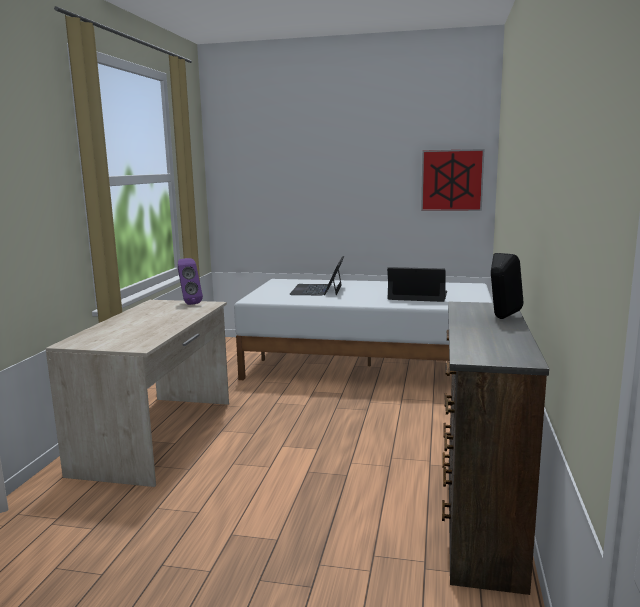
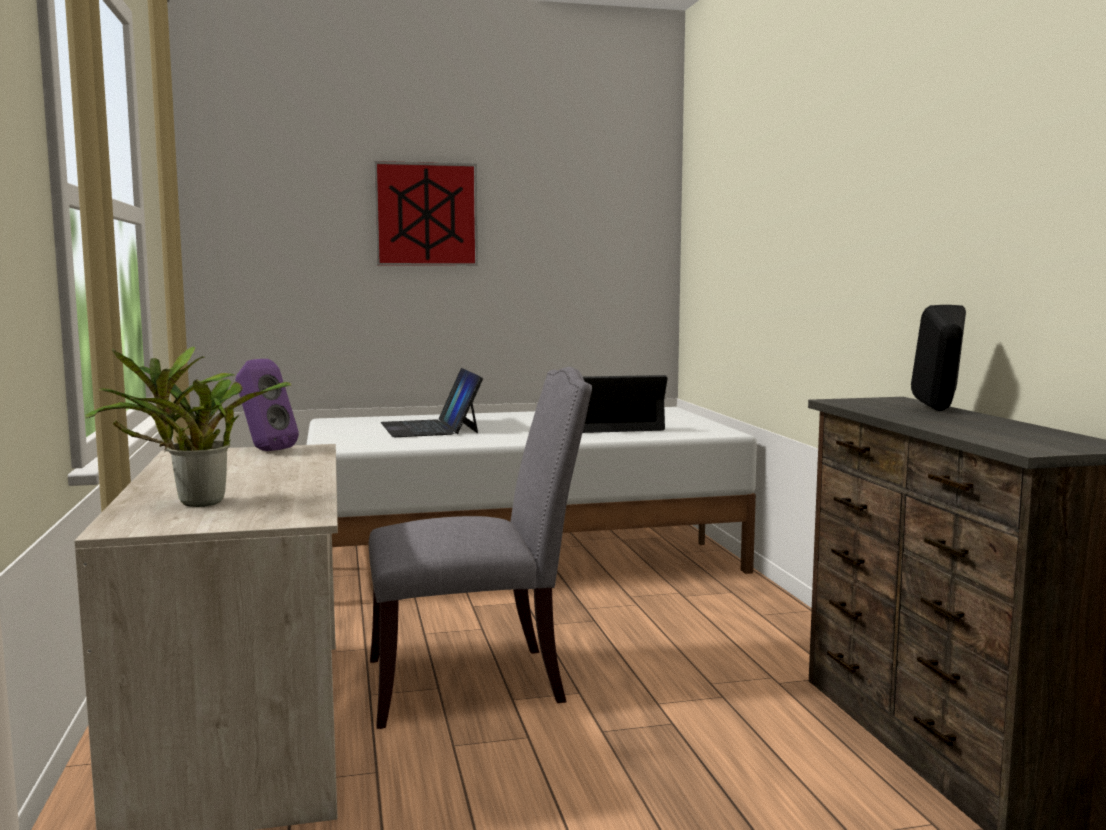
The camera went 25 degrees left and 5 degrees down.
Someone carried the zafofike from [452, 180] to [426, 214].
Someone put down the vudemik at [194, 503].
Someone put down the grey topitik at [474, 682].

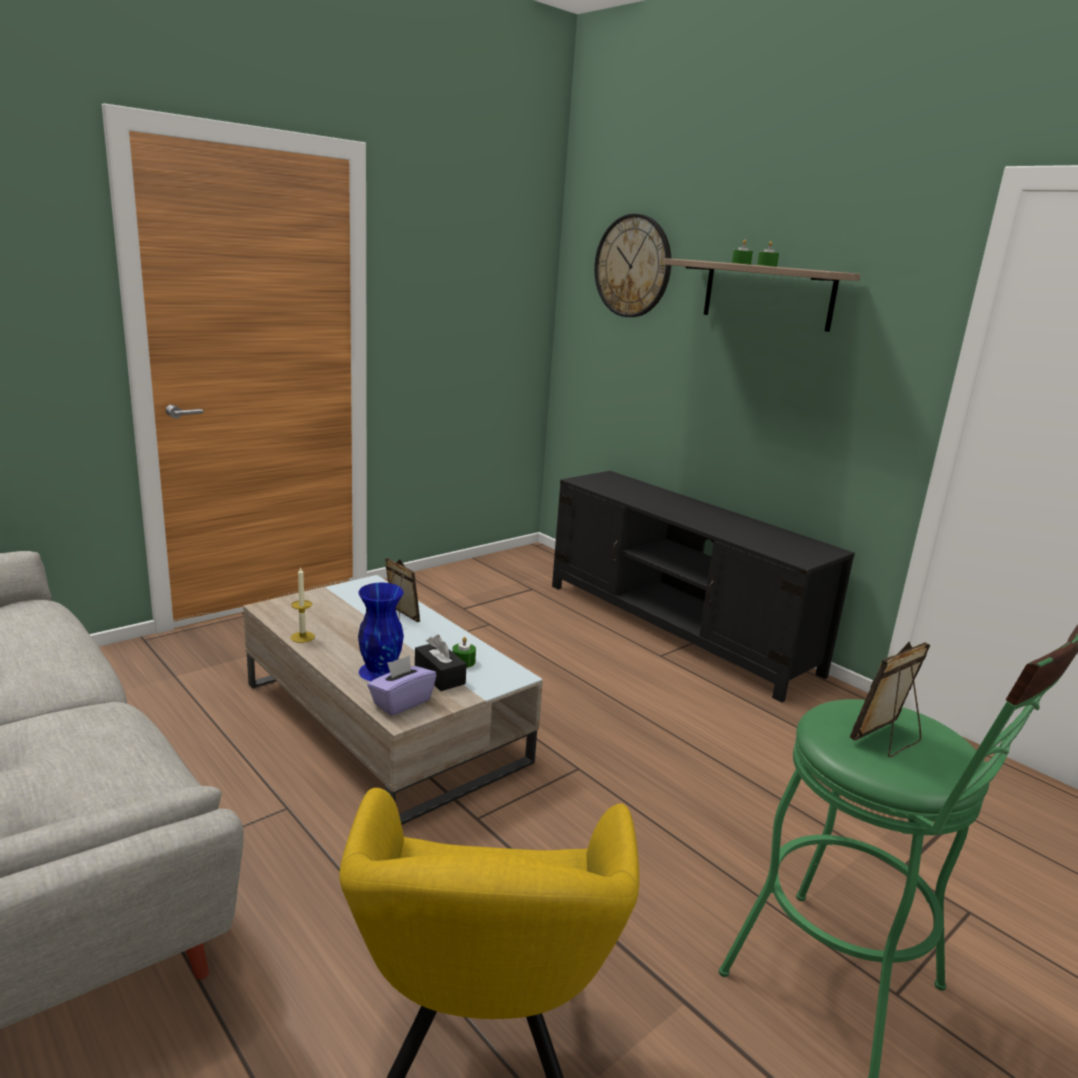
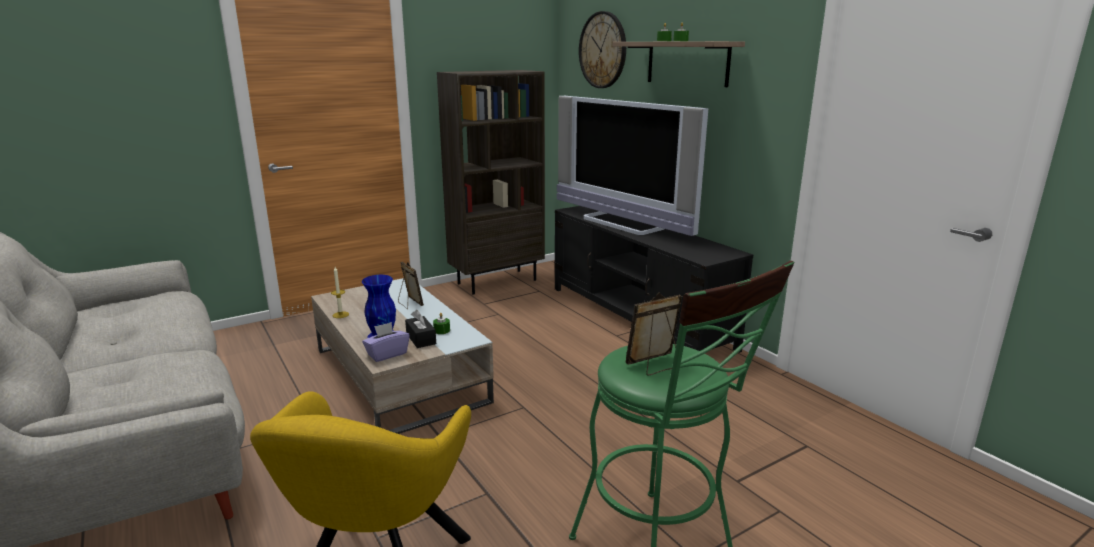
The camera went 10 degrees right and 0 degrees up.
Someone put down the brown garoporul at [497, 281].
Someone put down the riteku at [622, 223].

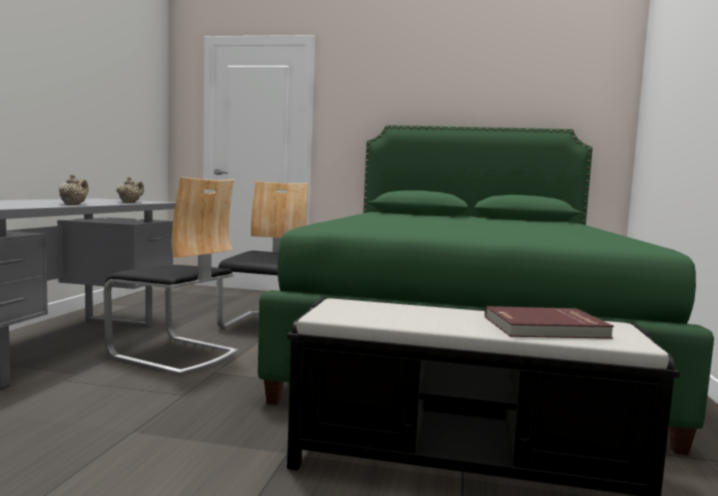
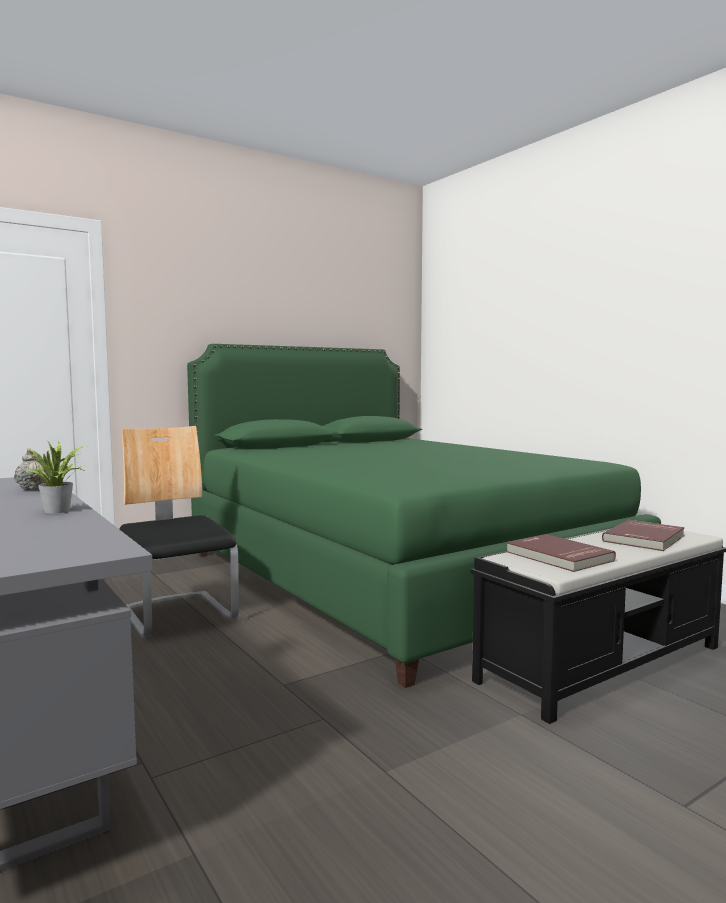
The camera went 45 degrees left and 0 degrees up.
Someone swapped the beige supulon at [73, 204] for the vudemik at [60, 510].
Someone took away the topitik at [174, 354].
Someone put down the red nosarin at [558, 556].

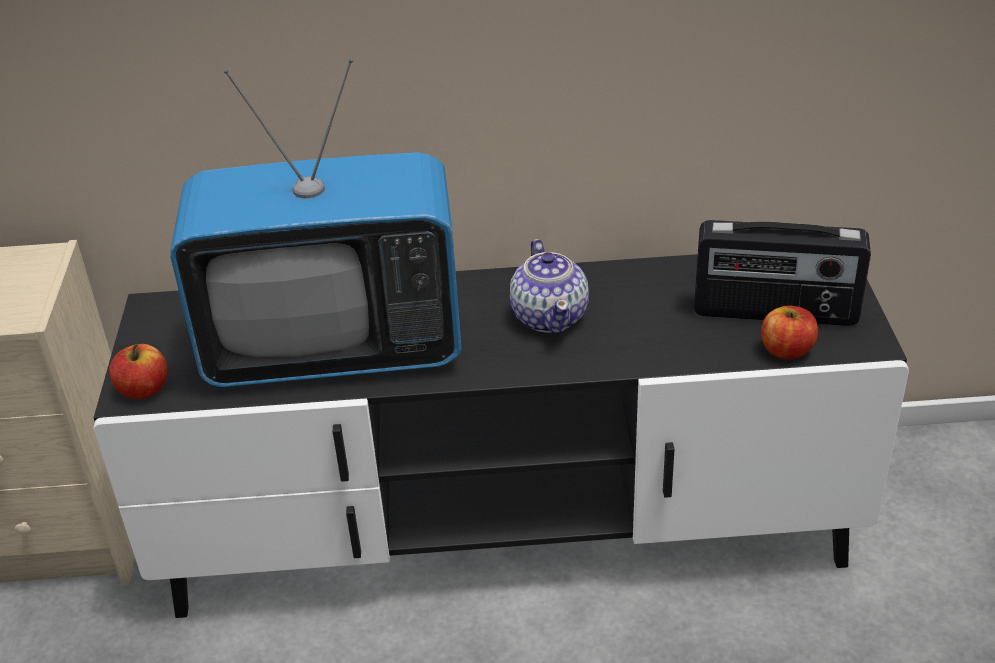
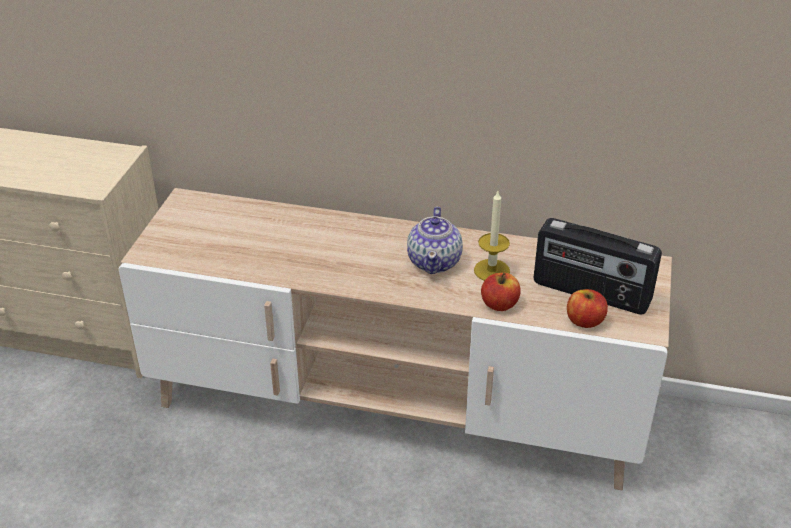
The camera went 15 degrees right and 0 degrees up.
Someone repainted the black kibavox at [508, 530], which became the beige kibavox at [395, 405].
Someone carried the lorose from [144, 390] to [499, 304].
Someone took away the riteku at [335, 348].
Someone put down the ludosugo at [491, 270].

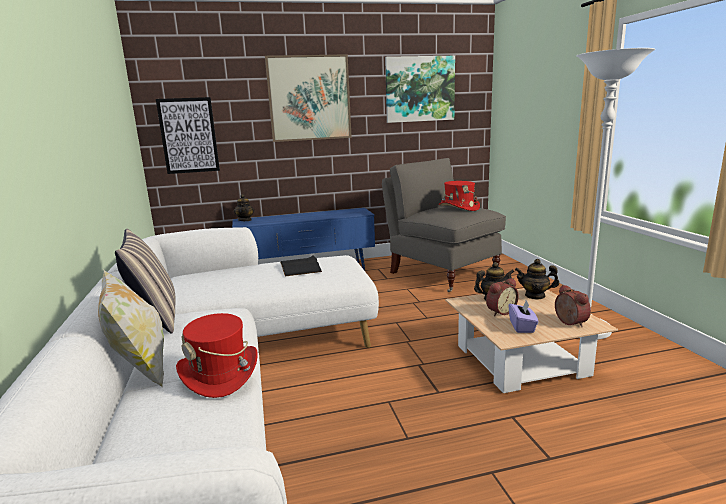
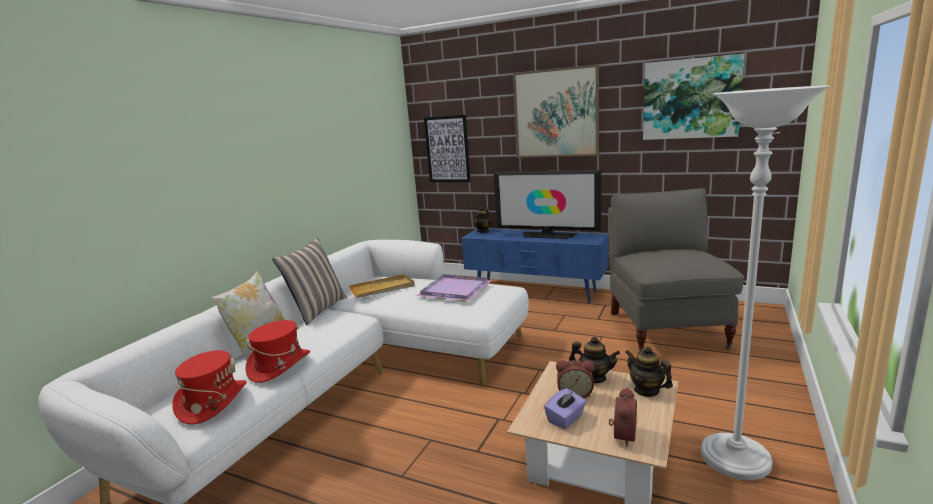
The camera went 40 degrees right and 0 degrees up.
Someone swapped the black nosarin at [300, 267] for the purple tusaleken at [455, 291].
Someone carried the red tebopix from [458, 208] to [212, 402].
Someone put down the beige tusaleken at [382, 288].
Someone put down the riteku at [547, 235].

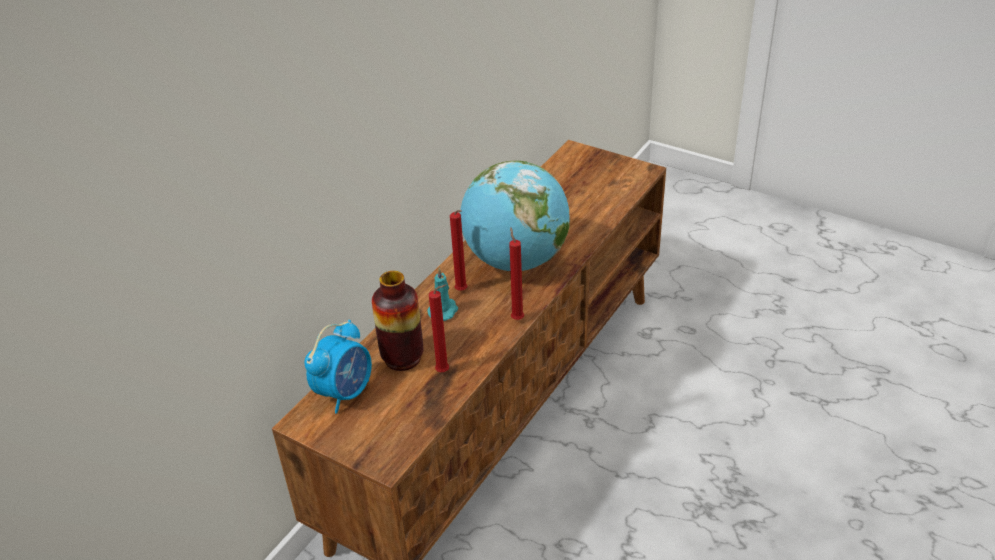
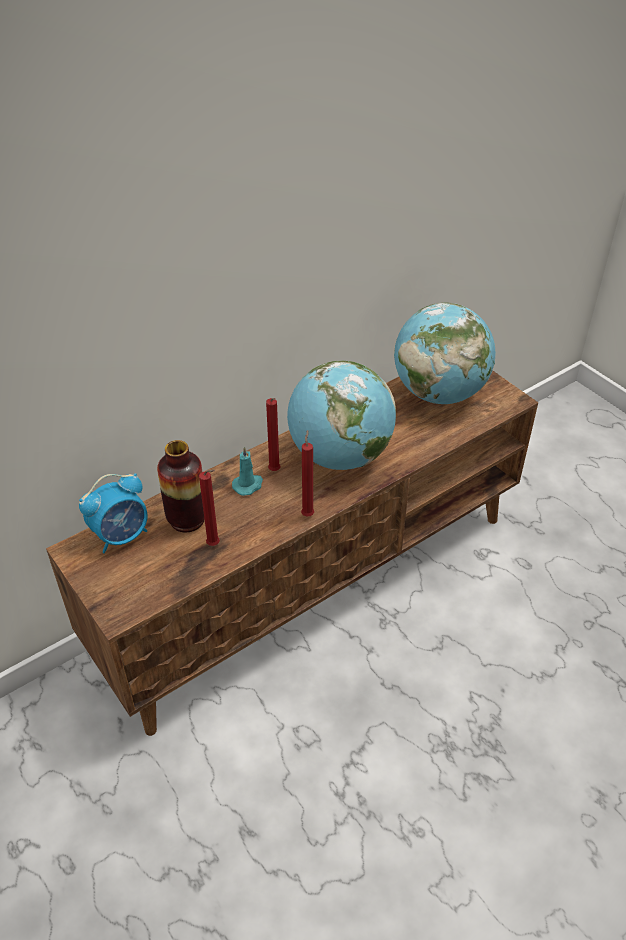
The camera went 20 degrees right and 5 degrees up.
Someone put down the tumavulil at [439, 393].

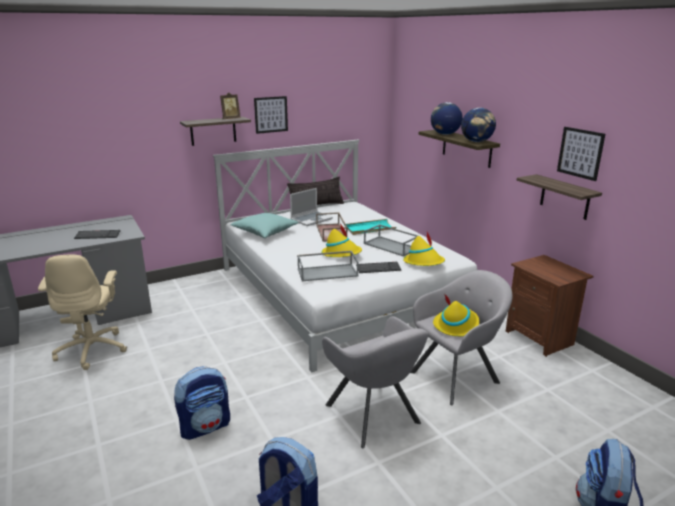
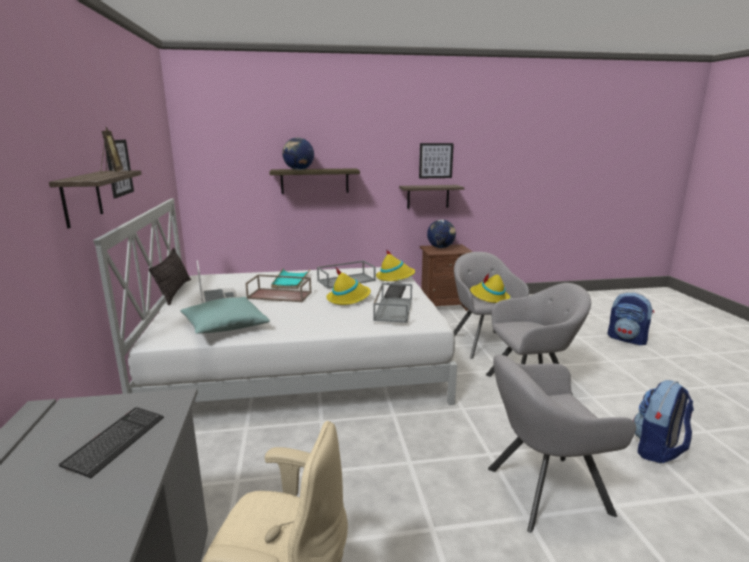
The camera went 70 degrees left and 5 degrees down.
Someone swapped the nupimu at [205, 426] for the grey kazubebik at [542, 491].
Someone carried the tumavulil from [476, 141] to [440, 247].

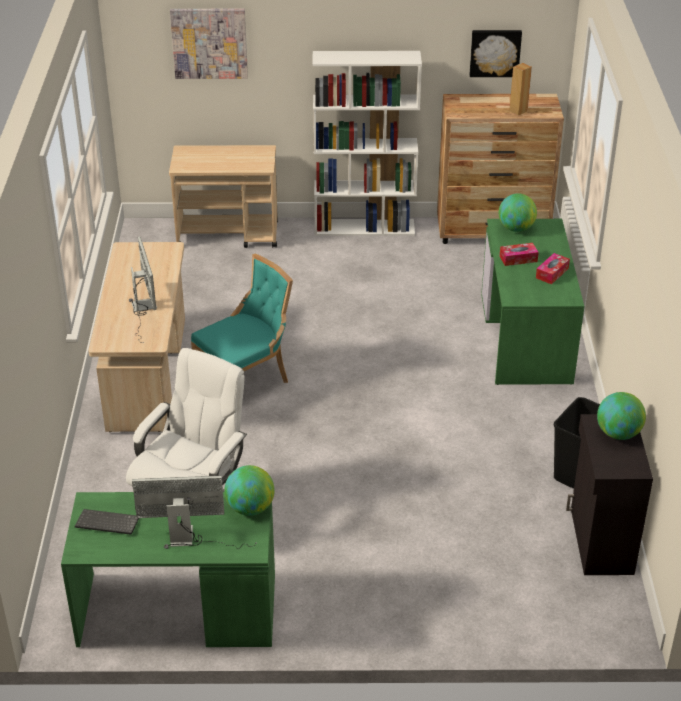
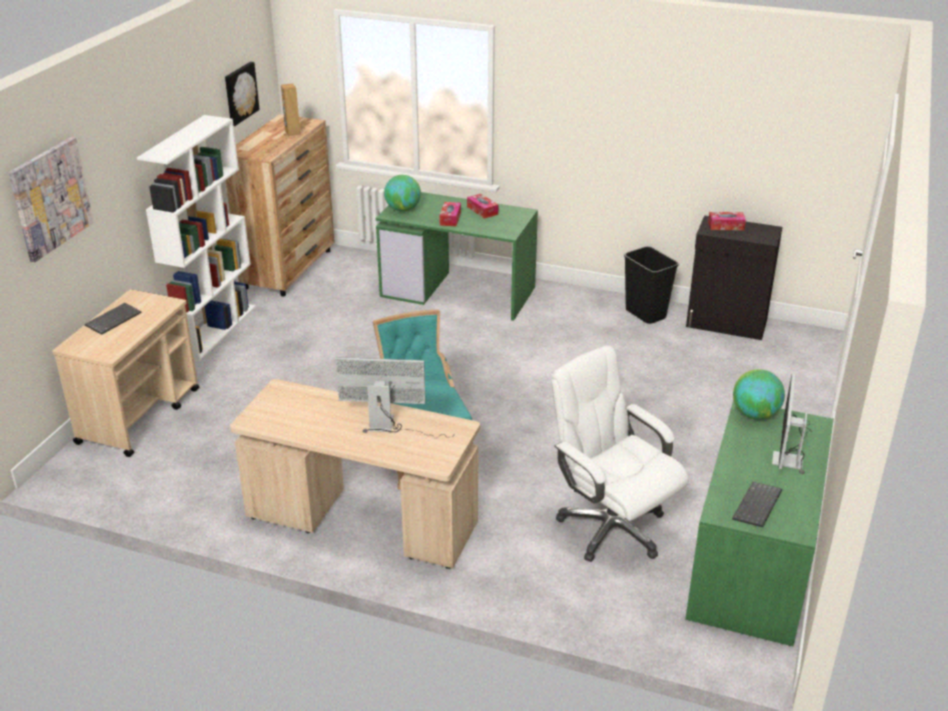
The camera went 70 degrees left and 5 degrees down.
Someone swapped the tumavulil at [618, 433] for the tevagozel at [726, 226].
Someone put down the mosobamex at [113, 319].

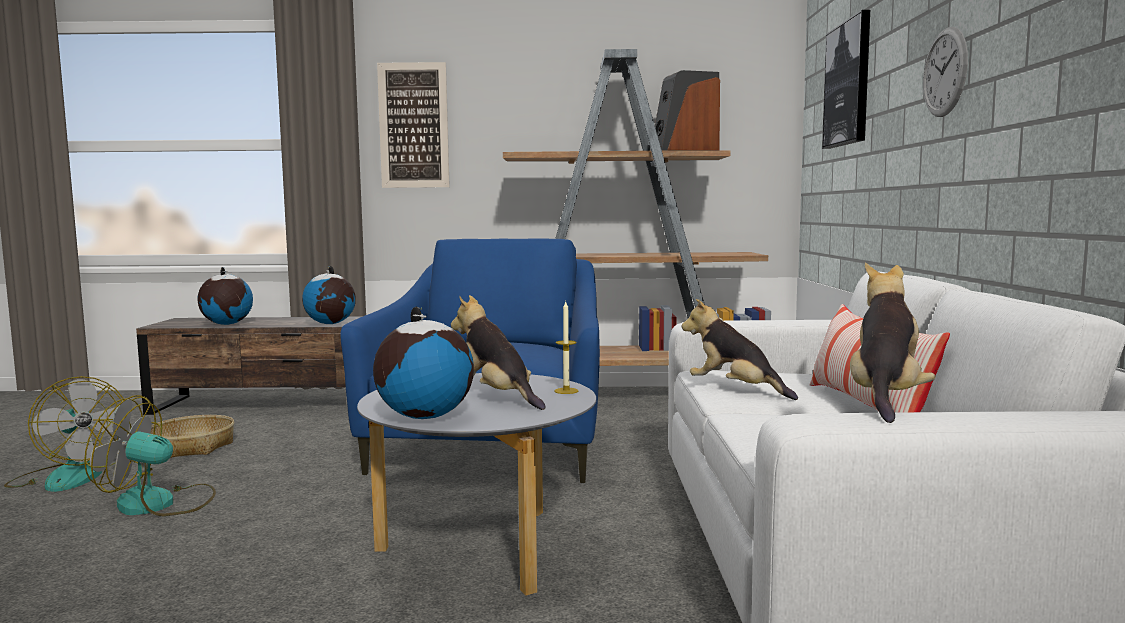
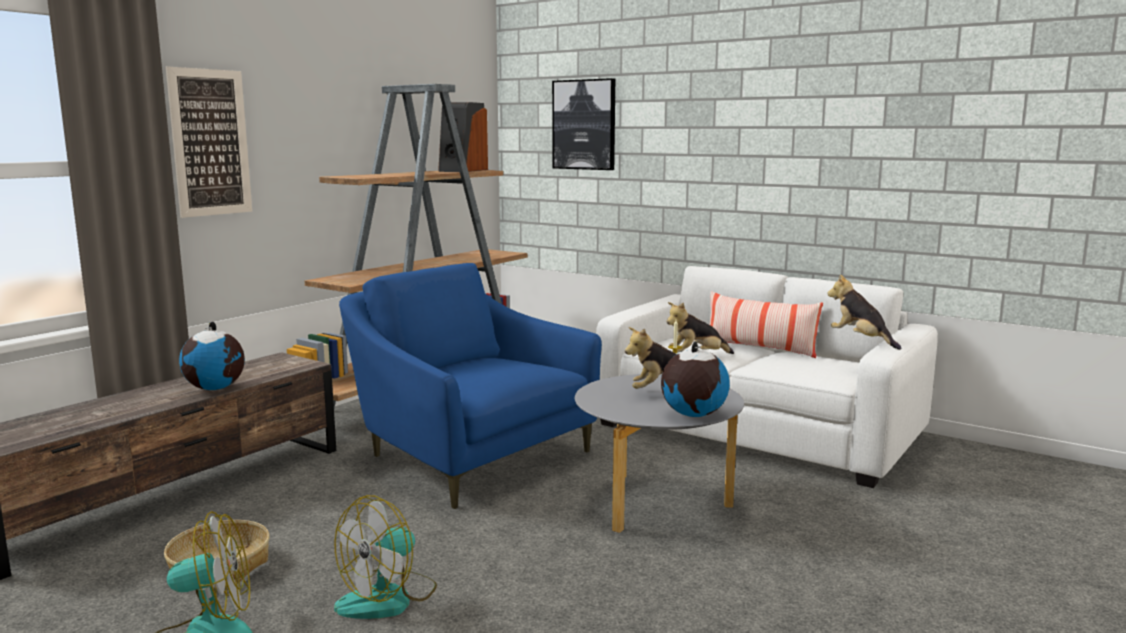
The camera went 55 degrees left and 5 degrees up.
Someone took away the tumavulil at [226, 324].
Someone took away the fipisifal at [945, 72].

